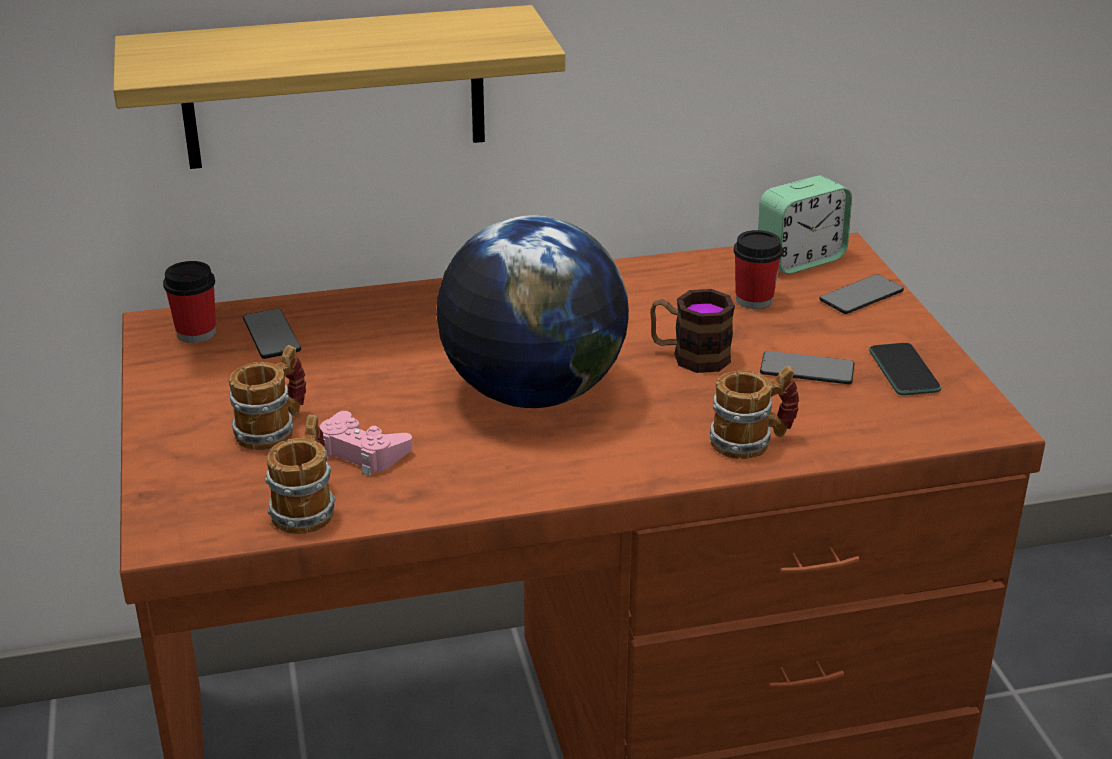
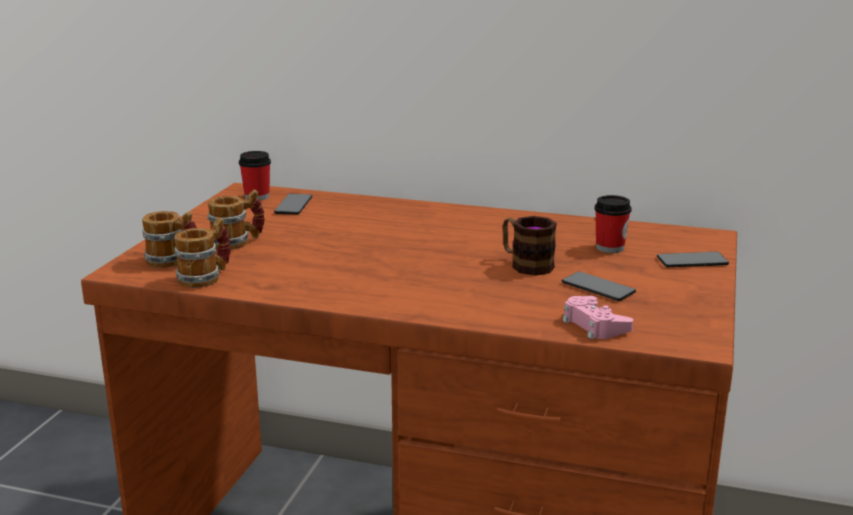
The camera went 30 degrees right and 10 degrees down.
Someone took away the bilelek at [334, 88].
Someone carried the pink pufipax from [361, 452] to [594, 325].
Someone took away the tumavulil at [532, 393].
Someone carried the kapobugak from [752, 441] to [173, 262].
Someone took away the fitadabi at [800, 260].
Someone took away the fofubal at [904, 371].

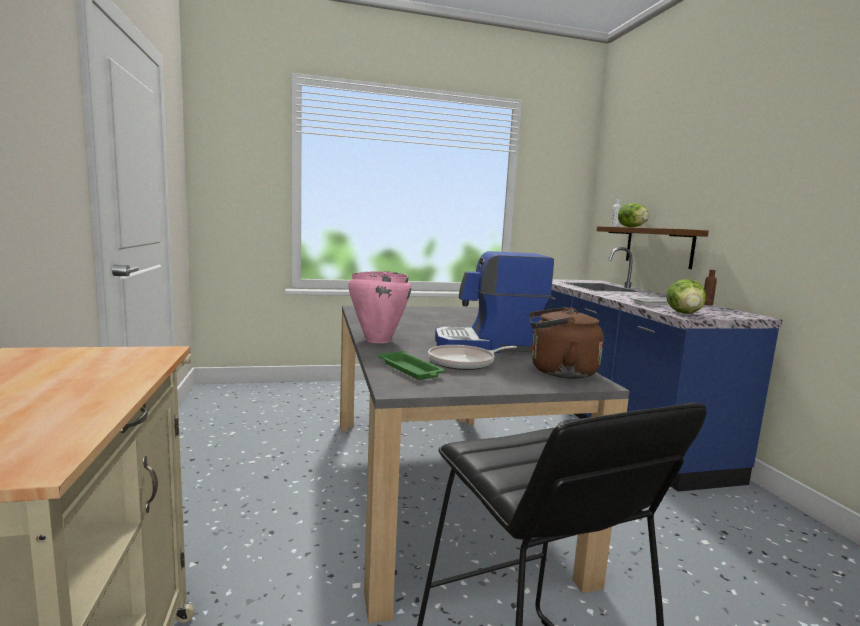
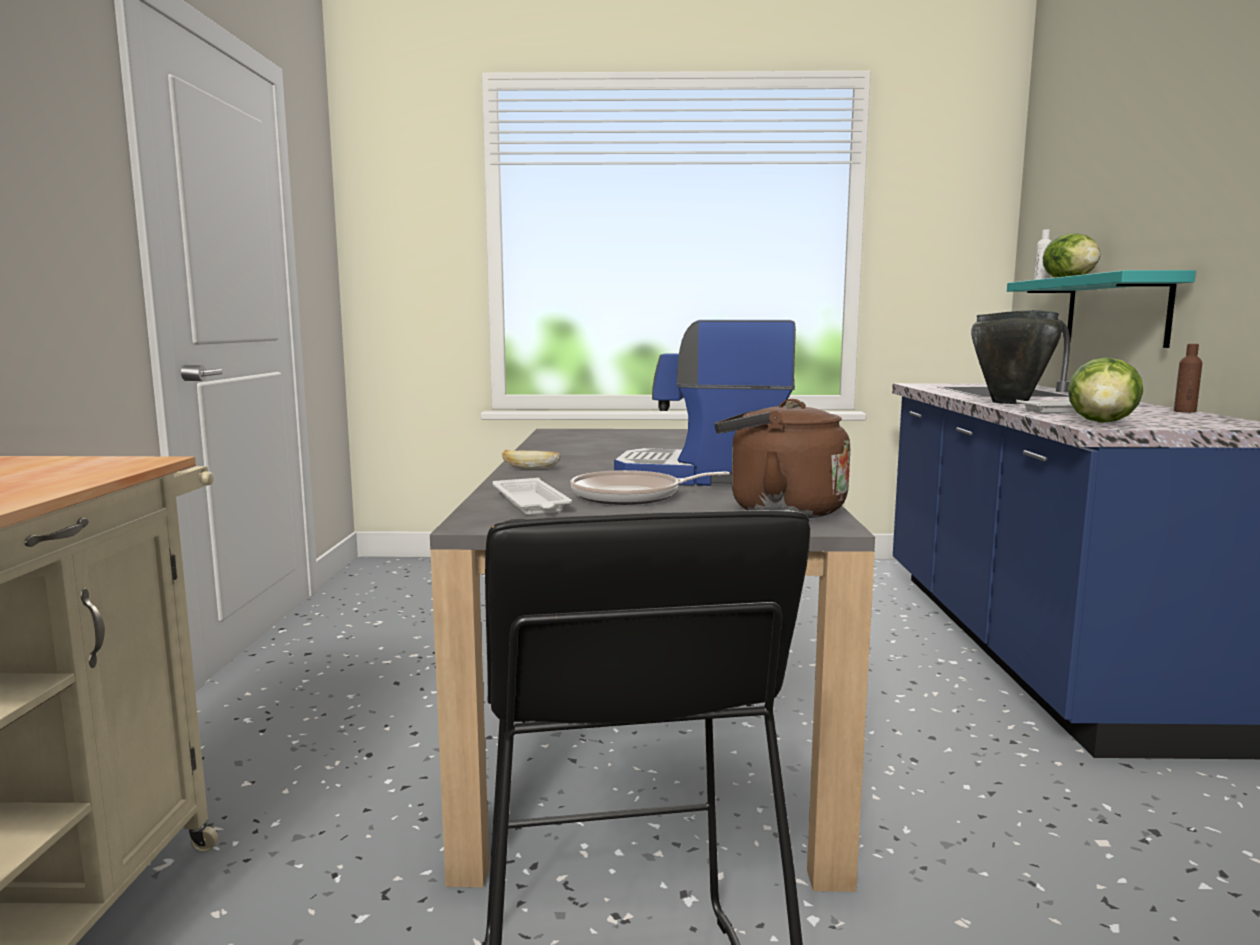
The camera went 15 degrees right and 0 degrees up.
Someone swapped the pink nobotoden at [377, 340] for the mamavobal at [531, 469].
Someone repainted the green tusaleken at [411, 370], which became the white tusaleken at [531, 503].
Someone repainted the brown bilelek at [658, 246], which became the turquoise bilelek at [1116, 311].
Someone put down the black nobotoden at [1009, 402].

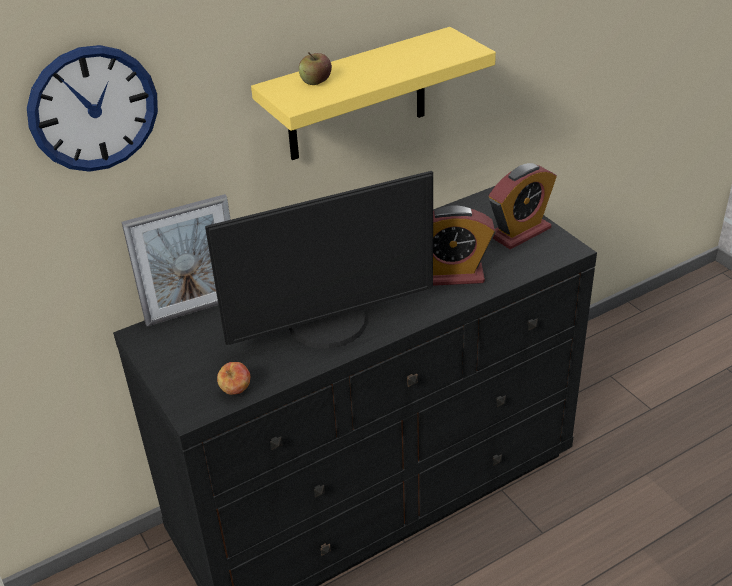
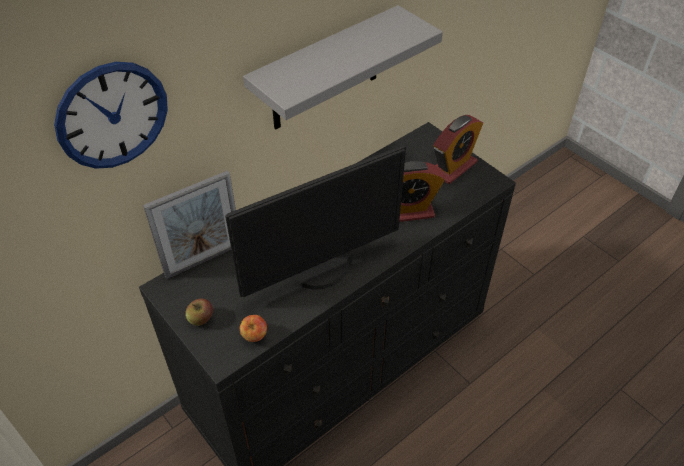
The camera went 10 degrees left and 10 degrees up.
Someone repainted the yellow bilelek at [357, 96], which became the grey bilelek at [325, 71].
Someone carried the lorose from [316, 82] to [201, 319].

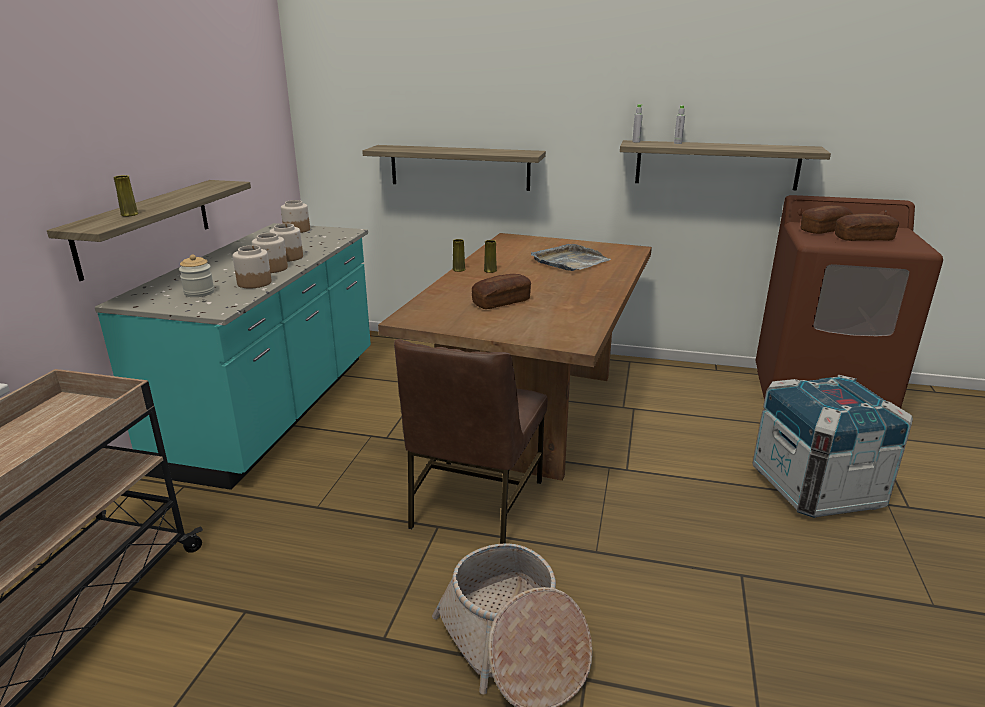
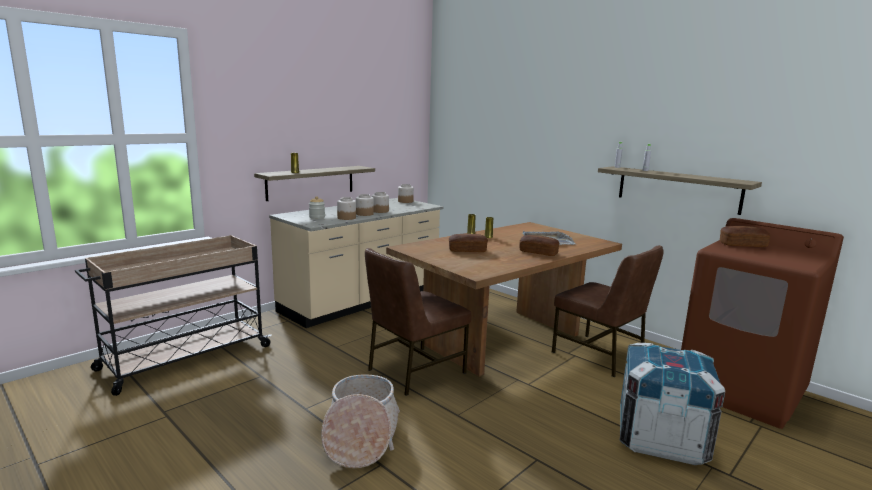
The camera went 30 degrees right and 10 degrees down.
Someone repainted the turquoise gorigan at [276, 409], which became the beige gorigan at [362, 301].
Someone took away the bilelek at [459, 167].
Someone carried the mamavobal from [863, 238] to [538, 252].
Someone put down the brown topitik at [599, 356].

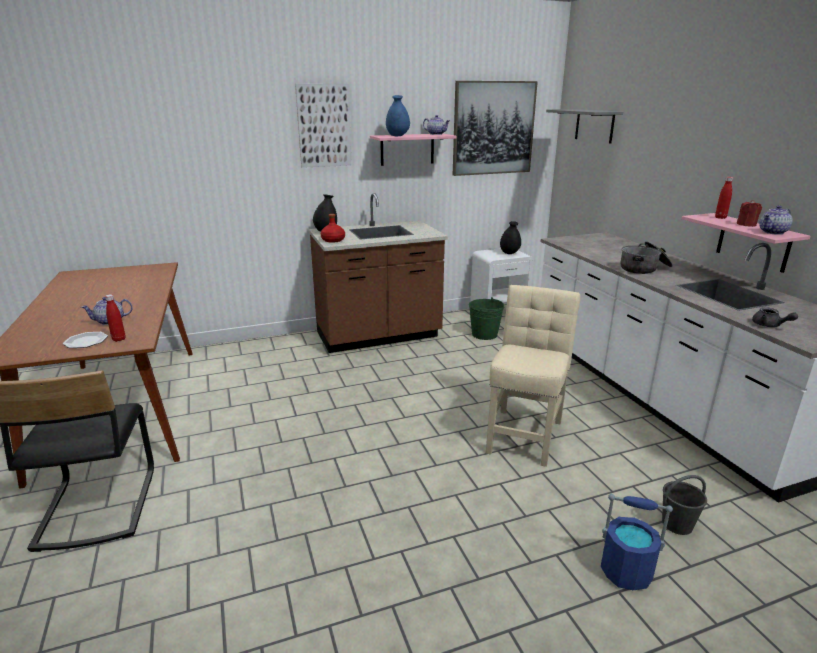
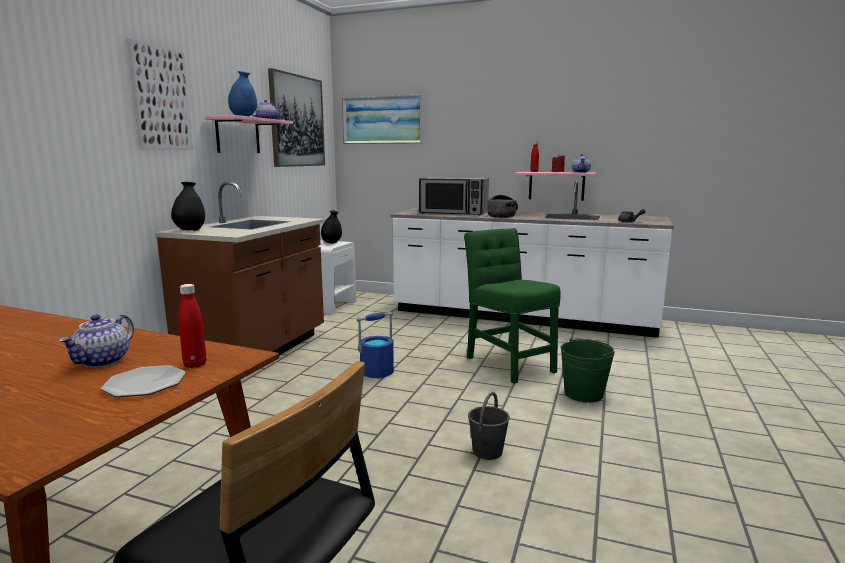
The camera went 50 degrees left and 10 degrees down.
Someone took away the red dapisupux at [333, 240].
Someone carried the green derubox from [484, 334] to [584, 394].
Someone repainted the beige topitik at [524, 433], which became the green topitik at [508, 363].
Someone swapped the grey bilelek at [594, 125] for the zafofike at [382, 120].
Someone carried the blue derubox from [626, 571] to [377, 372].
Someone carried the grey derubox from [677, 524] to [487, 451].
Someone put down the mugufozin at [453, 213].

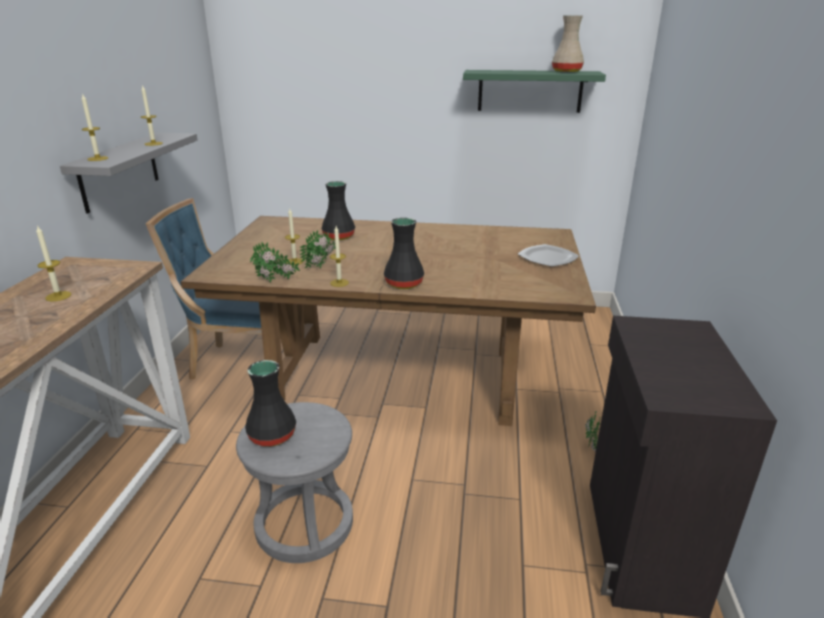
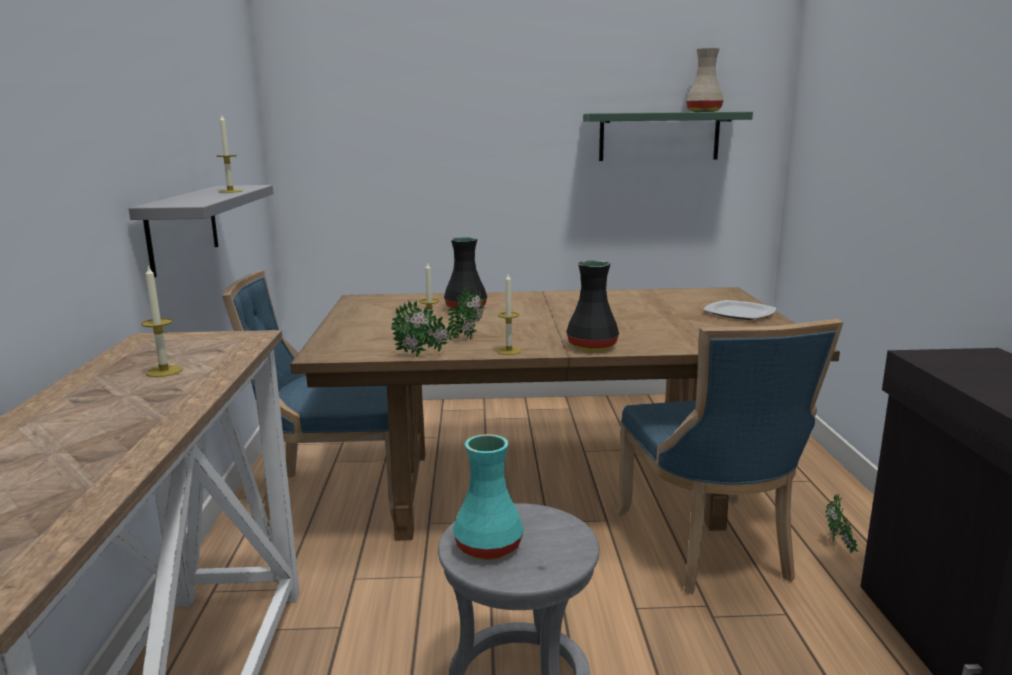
The camera went 10 degrees left and 10 degrees down.
Someone took away the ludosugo at [98, 158].
Someone repainted the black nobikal at [273, 435], which became the turquoise nobikal at [489, 546].
Someone put down the blue topitik at [709, 547].

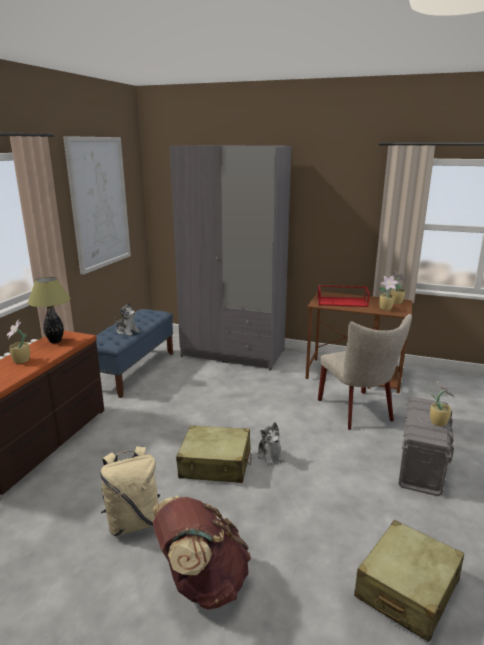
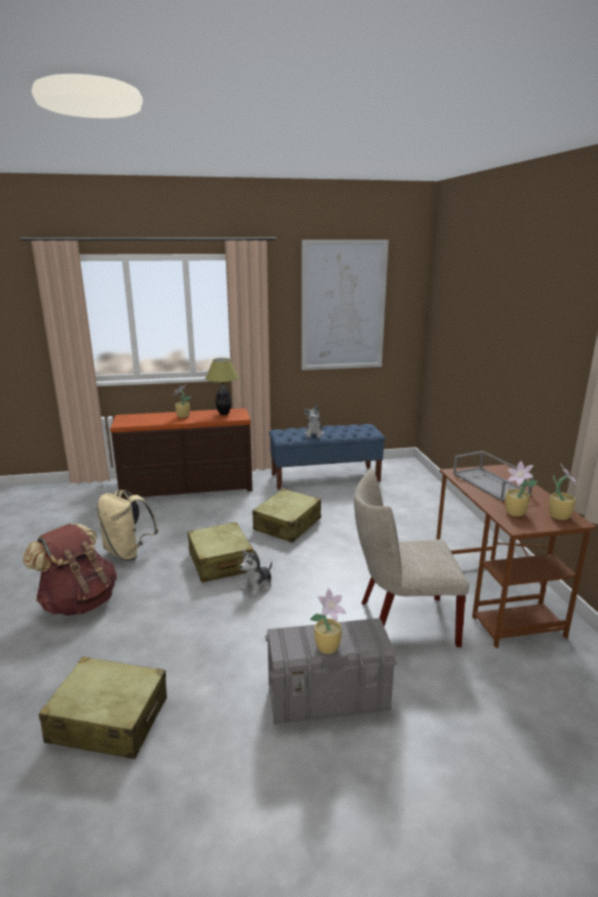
The camera went 60 degrees right and 0 degrees up.
Someone took away the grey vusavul at [233, 353].
Someone repainted the red tusaleken at [342, 302], which became the grey tusaleken at [491, 483].
Someone rotated the beige topitik at [358, 412] by 45 degrees clockwise.
Someone put down the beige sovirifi at [287, 524].

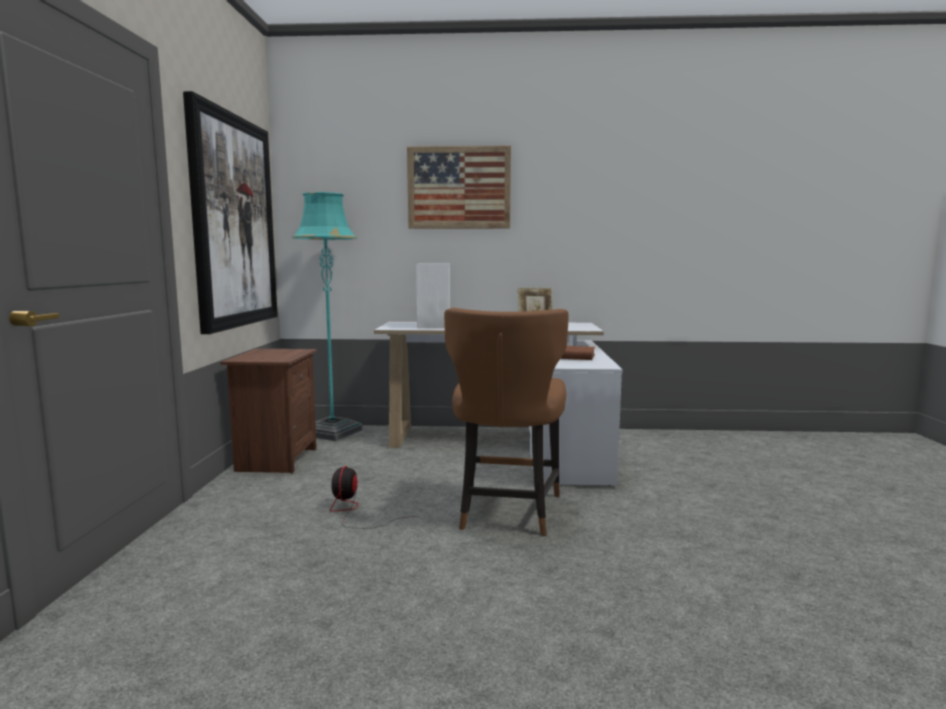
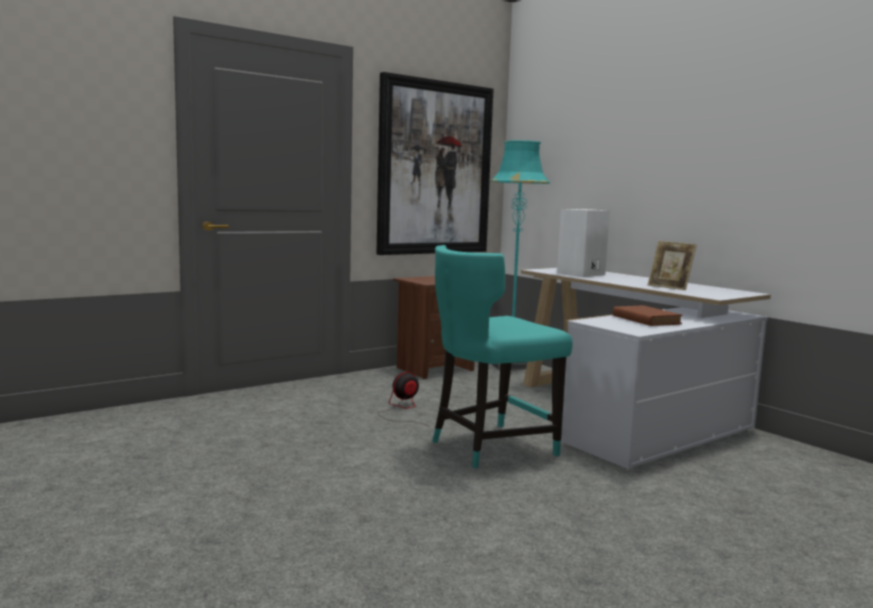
The camera went 50 degrees right and 0 degrees up.
Someone took away the zafofike at [459, 188].
Someone repainted the brown topitik at [506, 512], which became the turquoise topitik at [489, 447].

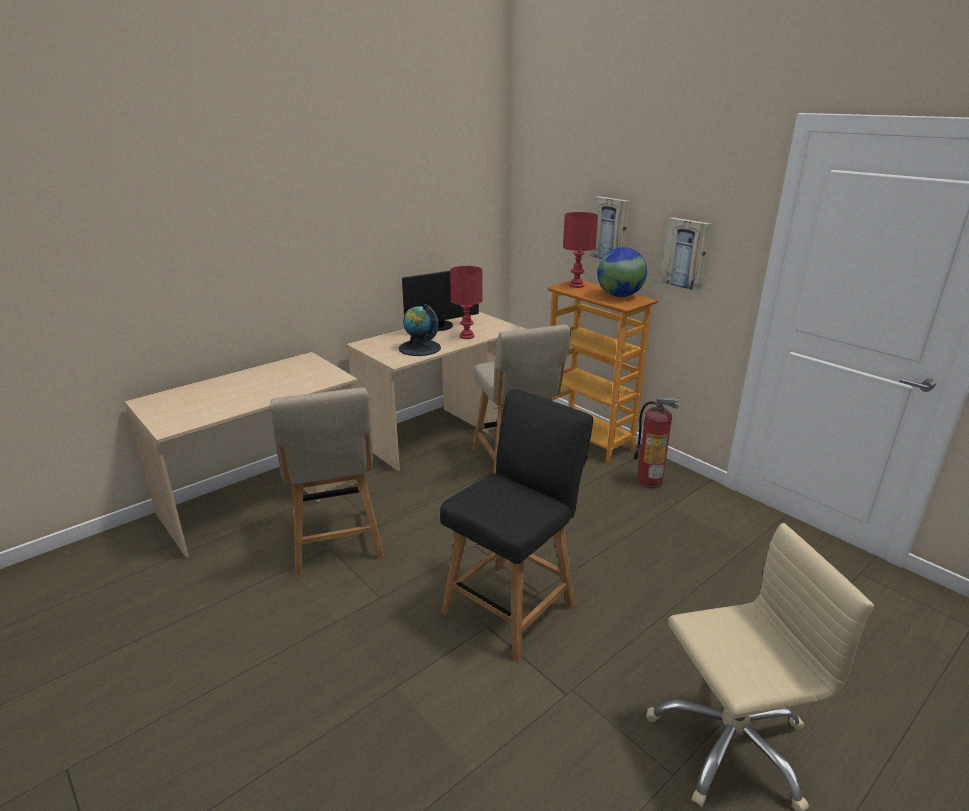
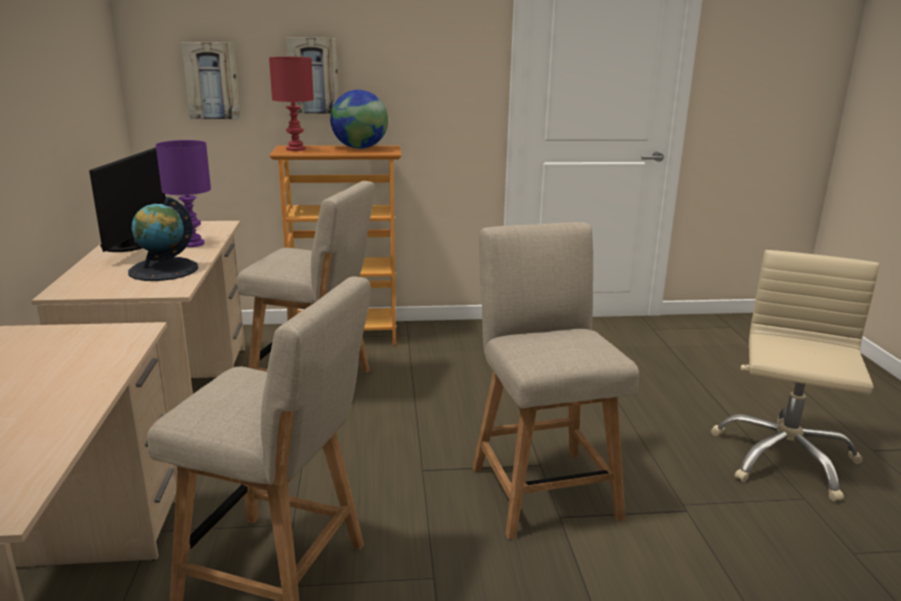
The camera went 55 degrees left and 5 degrees down.
Someone repainted the black topitik at [512, 604], which became the beige topitik at [541, 487].
Someone repainted the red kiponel at [467, 336], which became the purple kiponel at [194, 244].
Someone took away the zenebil at [650, 481].
Someone carried the zafofike from [687, 253] to [212, 81].

